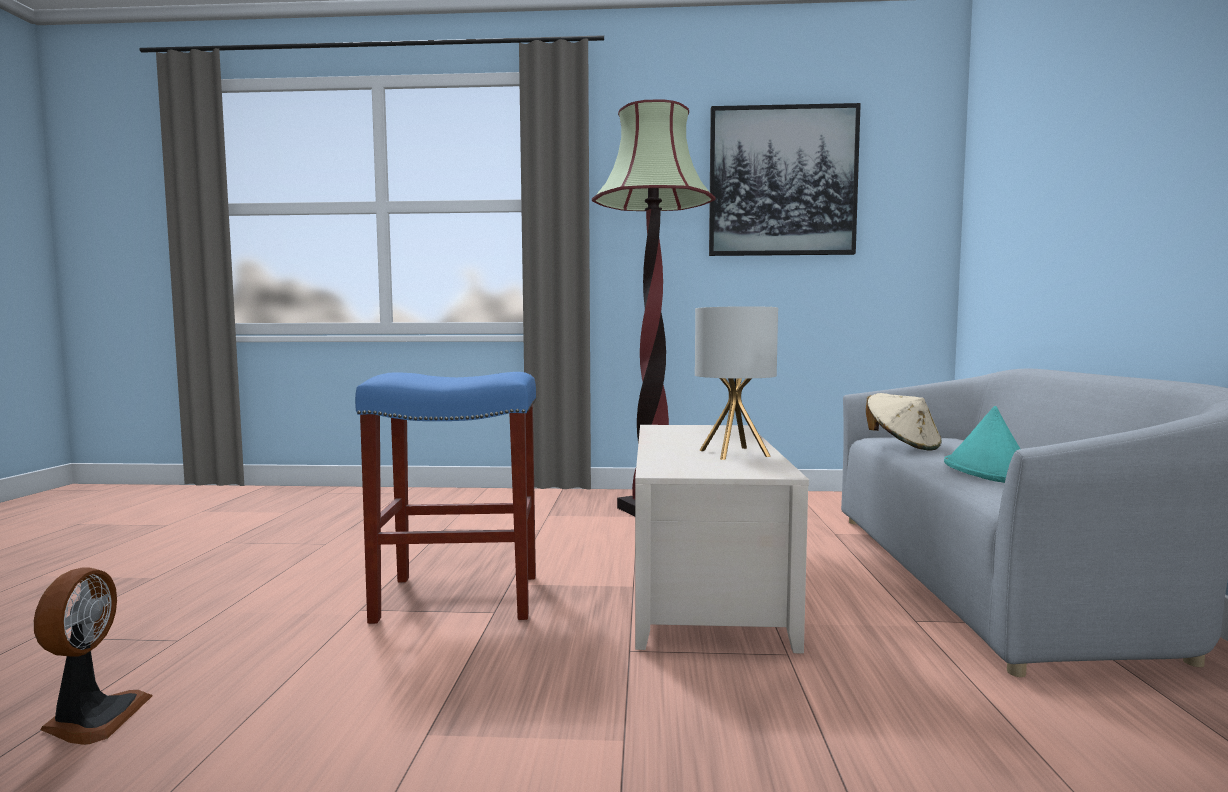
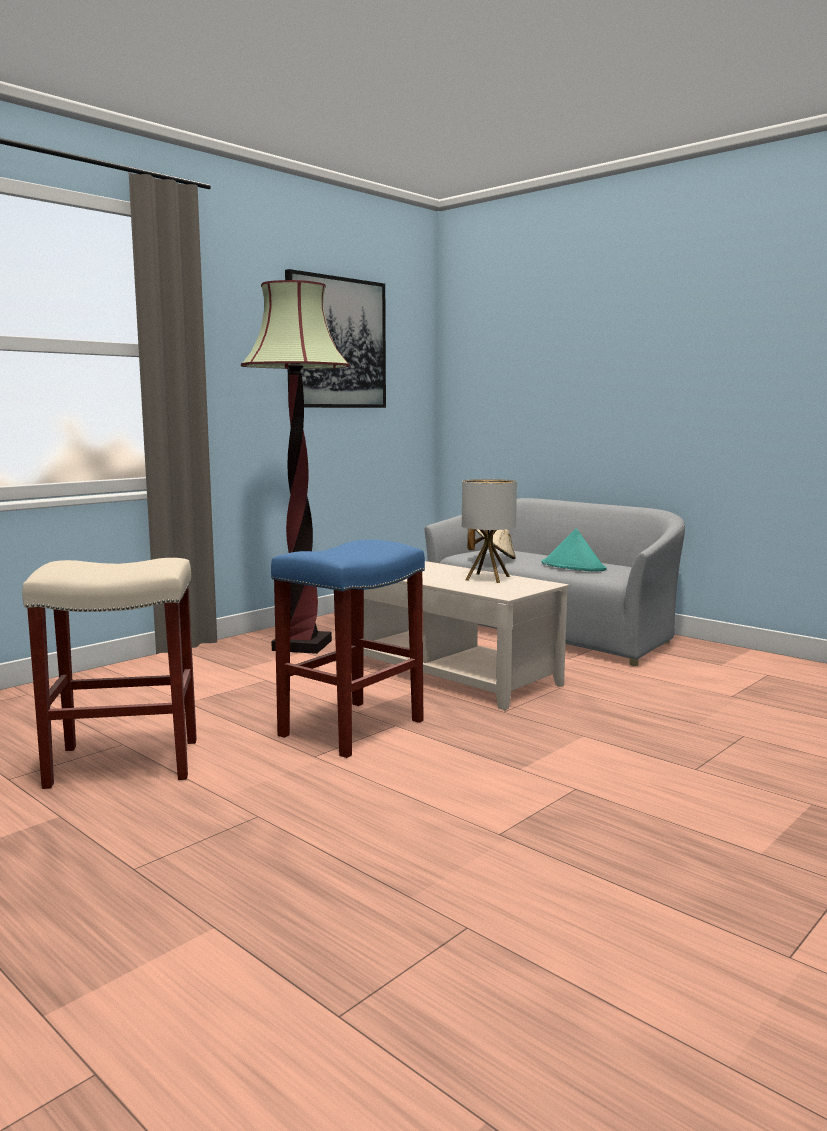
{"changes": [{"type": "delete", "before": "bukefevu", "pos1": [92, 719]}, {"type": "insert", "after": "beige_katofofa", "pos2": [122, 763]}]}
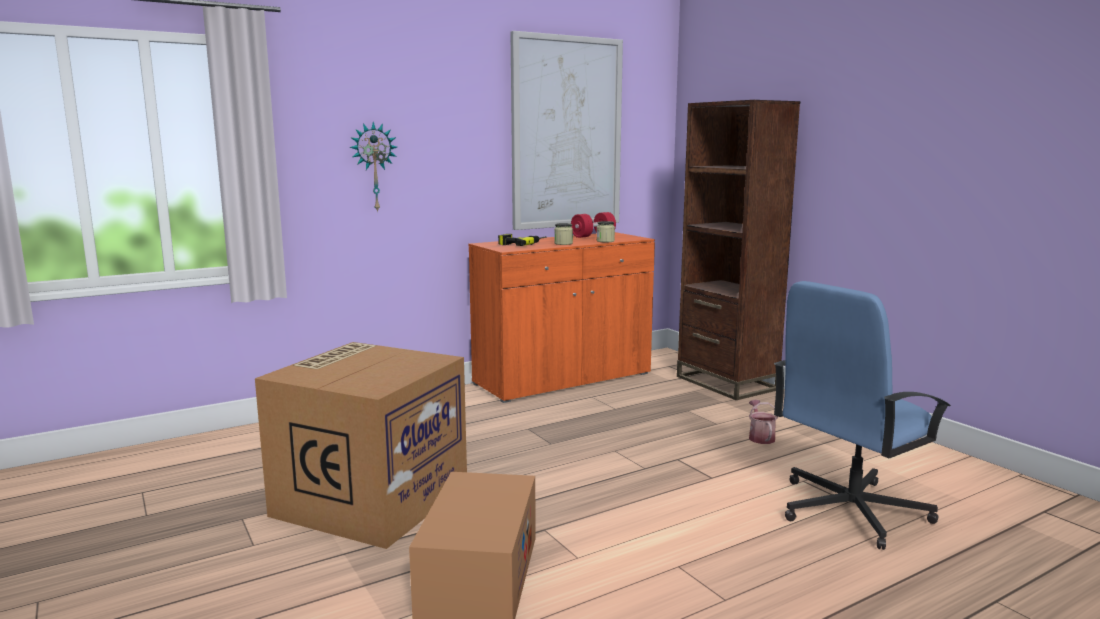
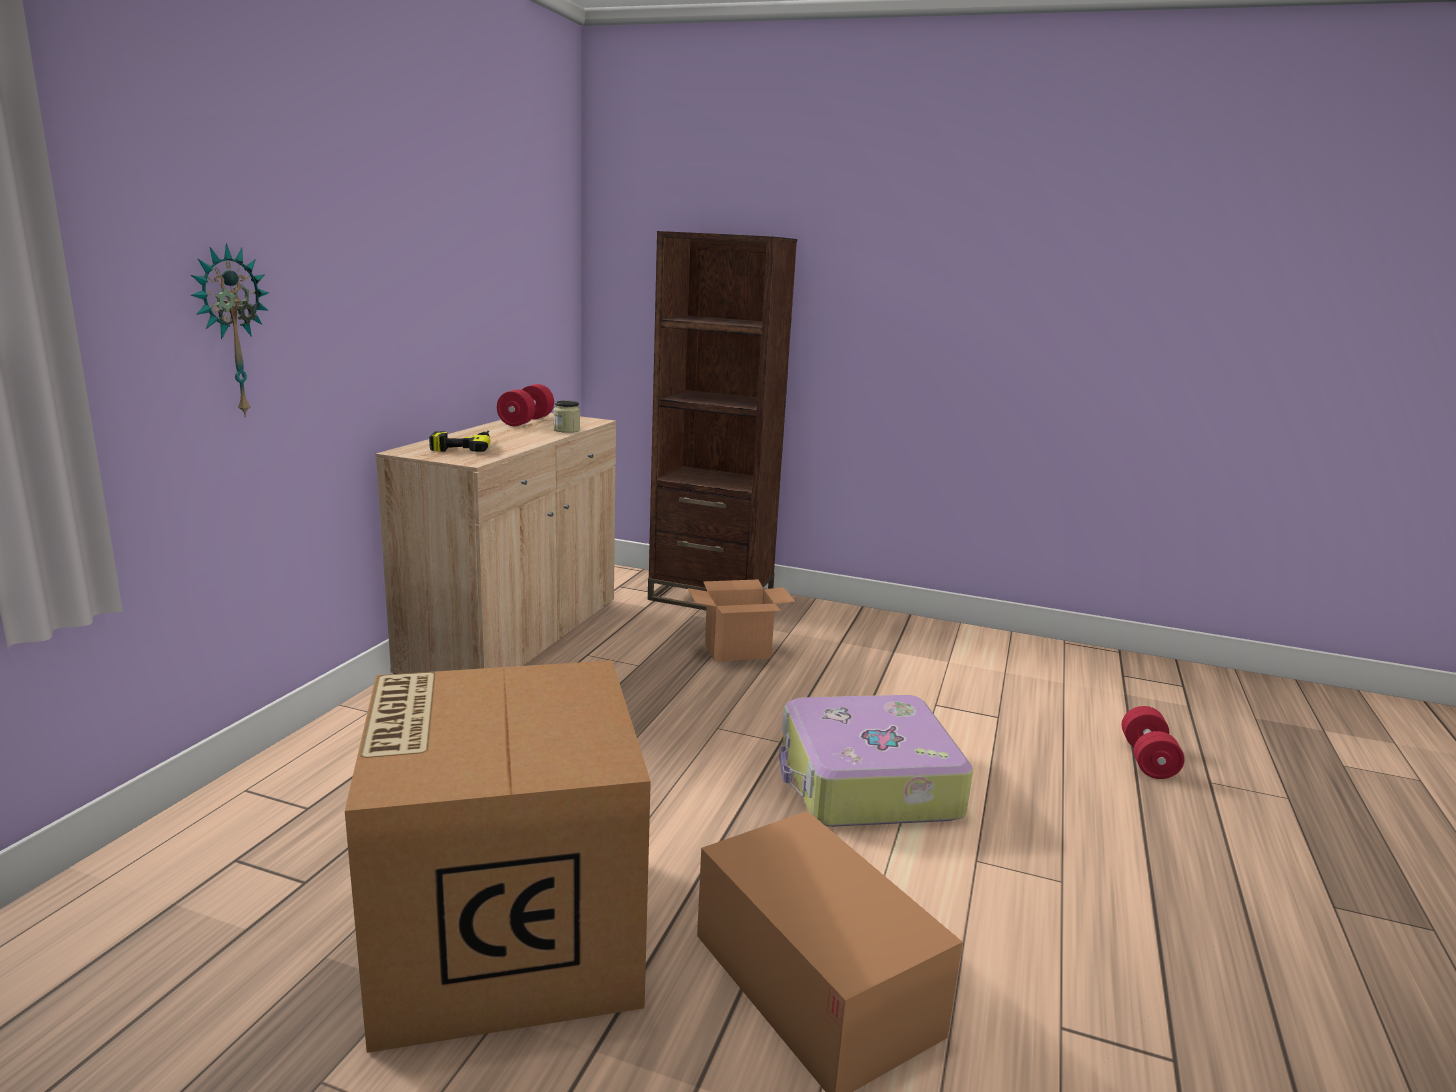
{"changes": [{"type": "delete", "before": "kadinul", "pos1": [566, 133]}, {"type": "delete", "before": "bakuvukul", "pos1": [563, 243]}, {"type": "delete", "before": "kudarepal", "pos1": [760, 437]}, {"type": "delete", "before": "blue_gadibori", "pos1": [849, 510]}, {"type": "insert", "after": "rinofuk", "pos2": [738, 651]}, {"type": "insert", "after": "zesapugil", "pos2": [866, 783]}, {"type": "insert", "after": "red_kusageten", "pos2": [1147, 759]}, {"type": "recolor", "before": "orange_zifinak", "after": "beige_zifinak", "pos1": [563, 379], "pos2": [515, 636]}]}
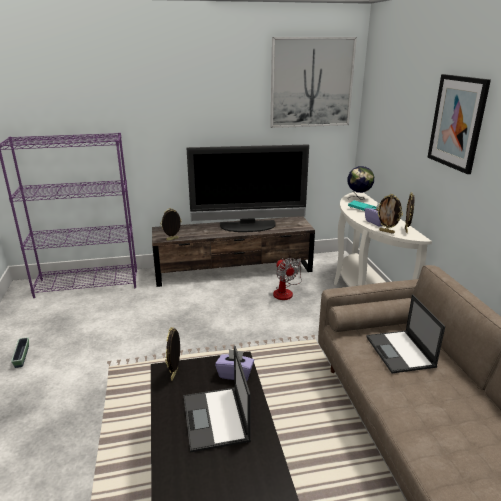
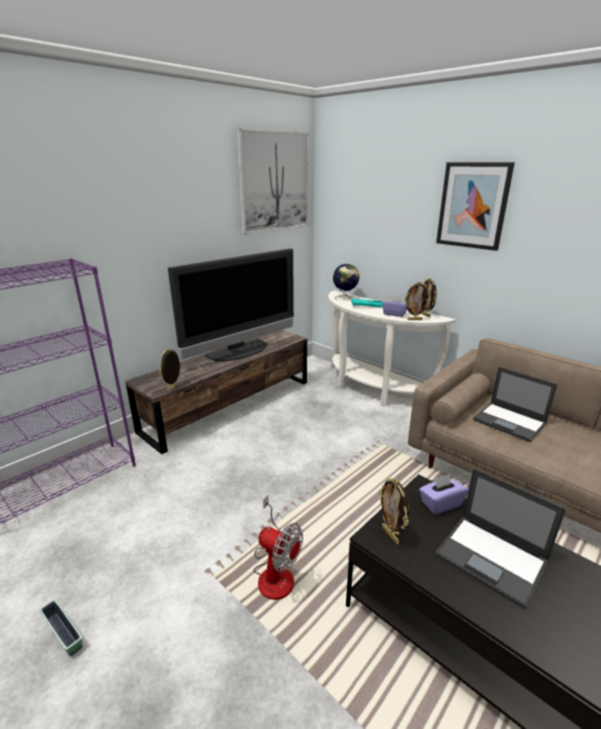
{"changes": [{"type": "move", "before": "bukefevu", "pos1": [286, 291], "pos2": [274, 571]}]}
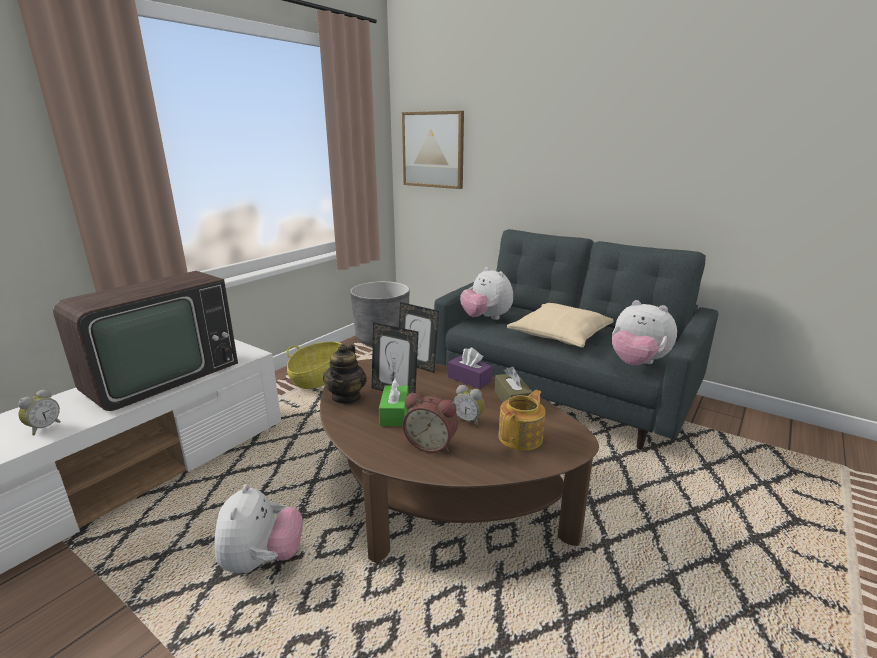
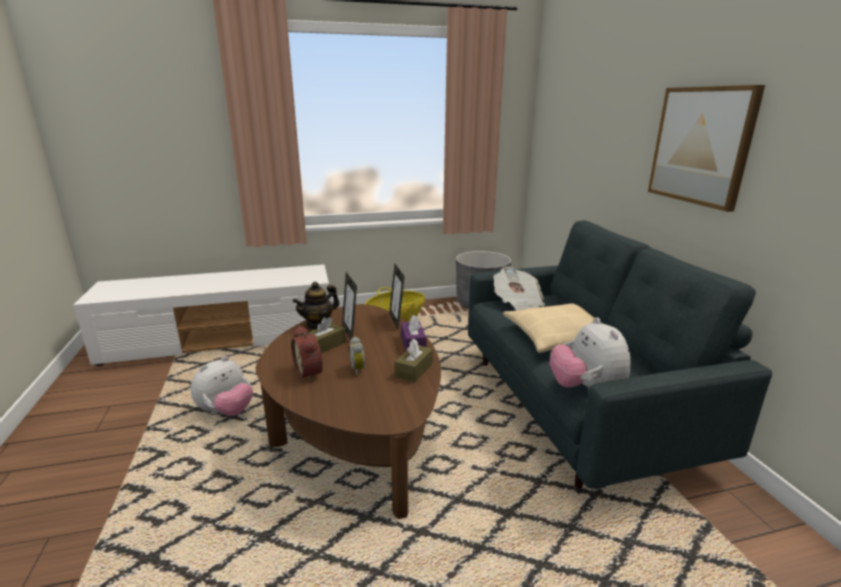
{"changes": [{"type": "delete", "before": "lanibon", "pos1": [43, 428]}, {"type": "delete", "before": "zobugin", "pos1": [158, 376]}, {"type": "delete", "before": "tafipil", "pos1": [521, 437]}, {"type": "move", "before": "kadinul", "pos1": [433, 150], "pos2": [701, 145]}, {"type": "replace", "before": "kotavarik", "after": "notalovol", "pos1": [486, 318], "pos2": [517, 304]}, {"type": "recolor", "before": "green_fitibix", "after": "brown_fitibix", "pos1": [394, 413], "pos2": [325, 345]}]}
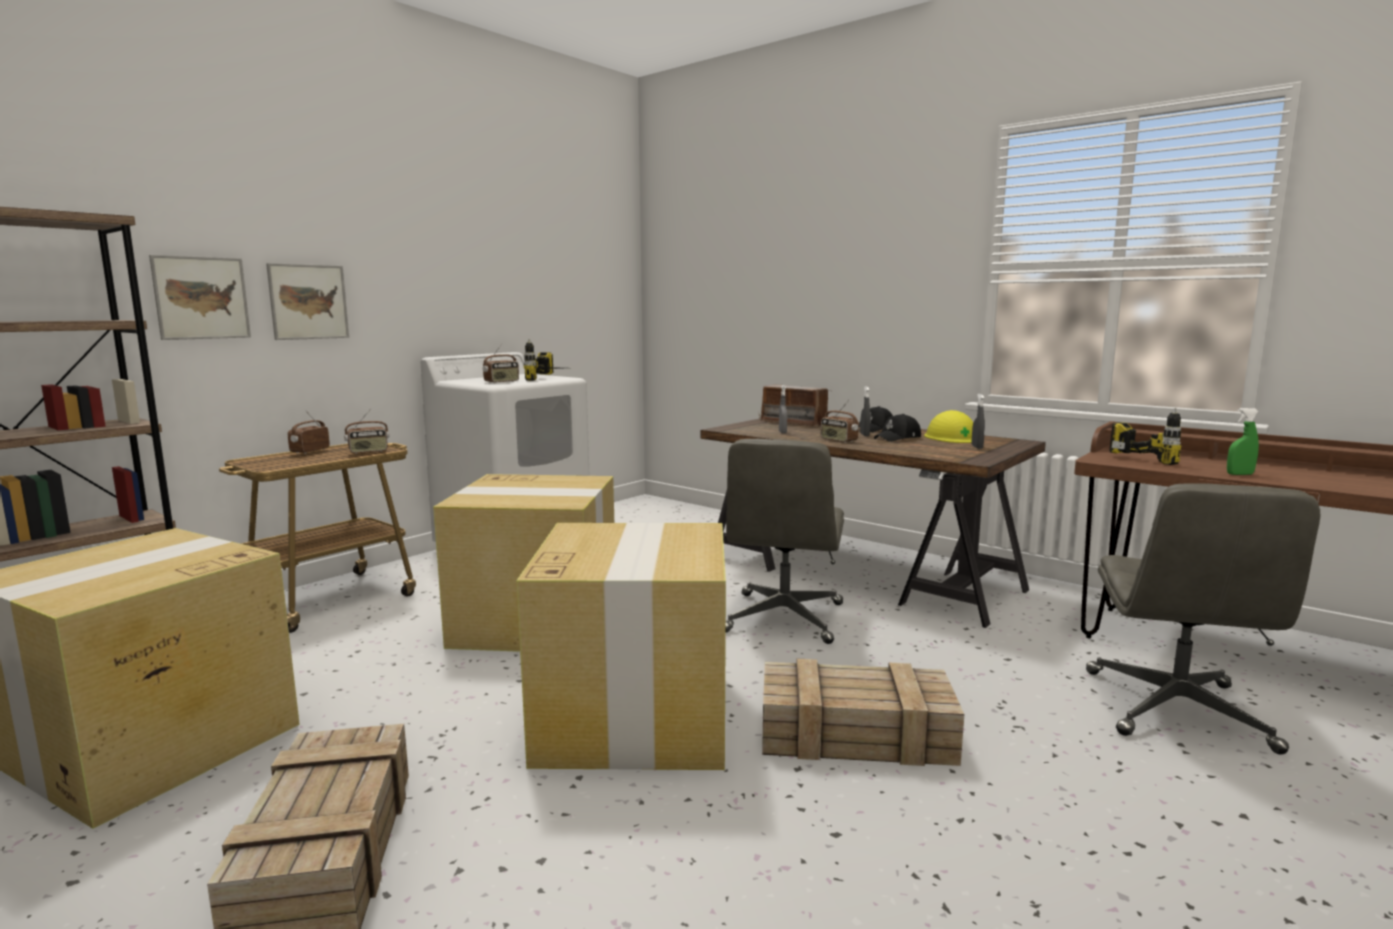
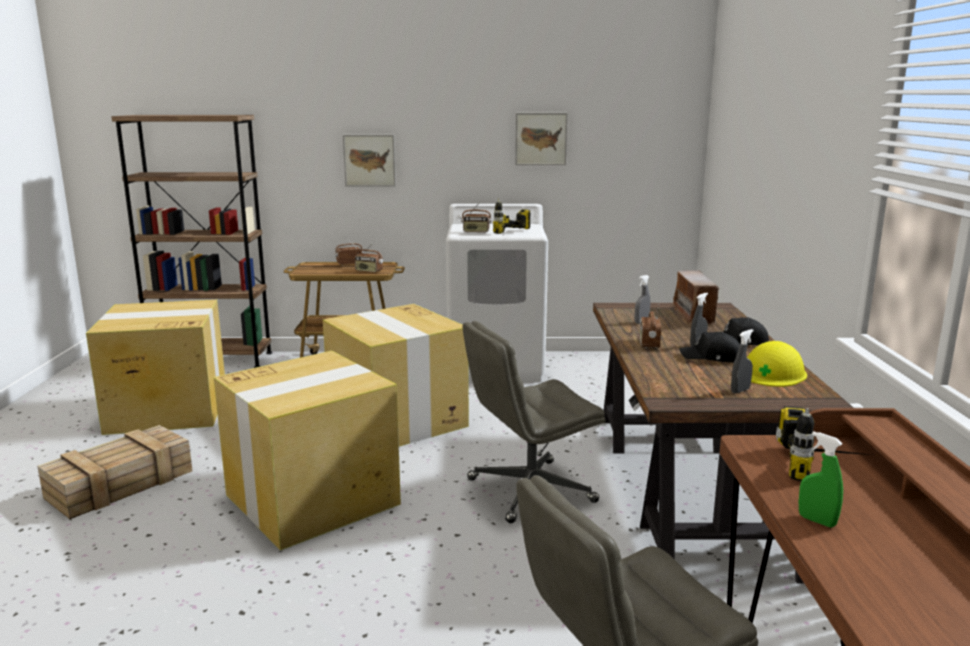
{"changes": [{"type": "delete", "before": "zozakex", "pos1": [858, 734]}, {"type": "move", "before": "kadinul", "pos1": [201, 298], "pos2": [541, 139]}]}
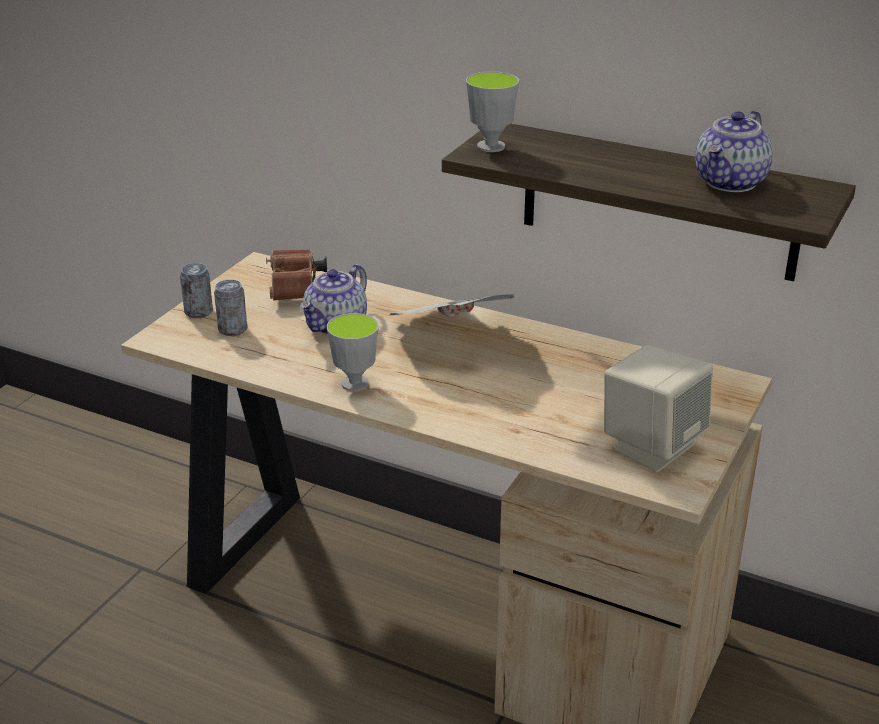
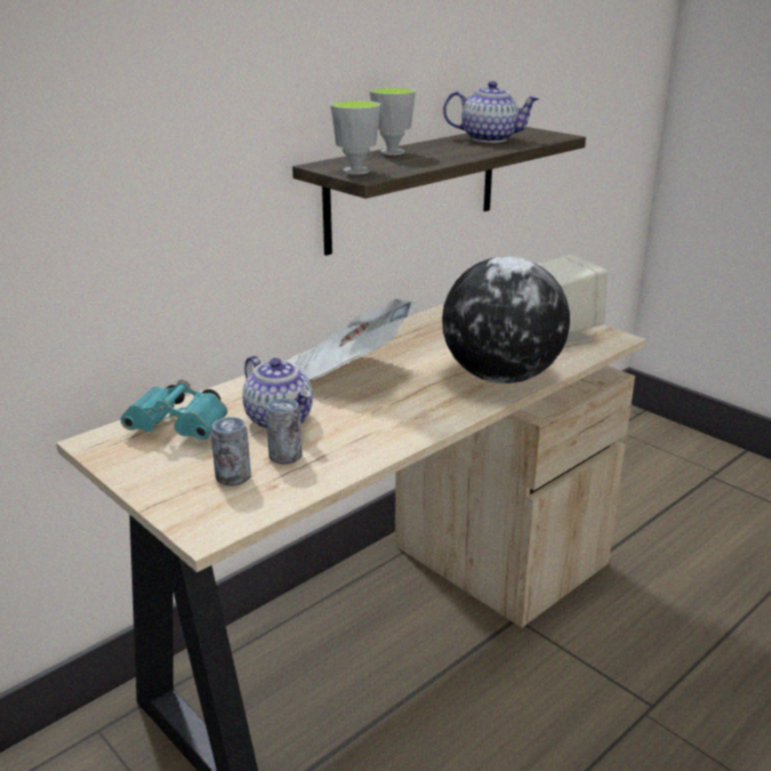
{"changes": [{"type": "insert", "after": "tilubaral", "pos2": [501, 376]}, {"type": "move", "before": "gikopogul", "pos1": [198, 312], "pos2": [285, 456]}, {"type": "move", "before": "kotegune", "pos1": [355, 384], "pos2": [392, 152]}, {"type": "recolor", "before": "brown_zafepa", "after": "turquoise_zafepa", "pos1": [297, 290], "pos2": [181, 429]}, {"type": "rotate", "before": "tafipil", "pos1": [731, 183], "pos2": [489, 139], "turn": -45}]}
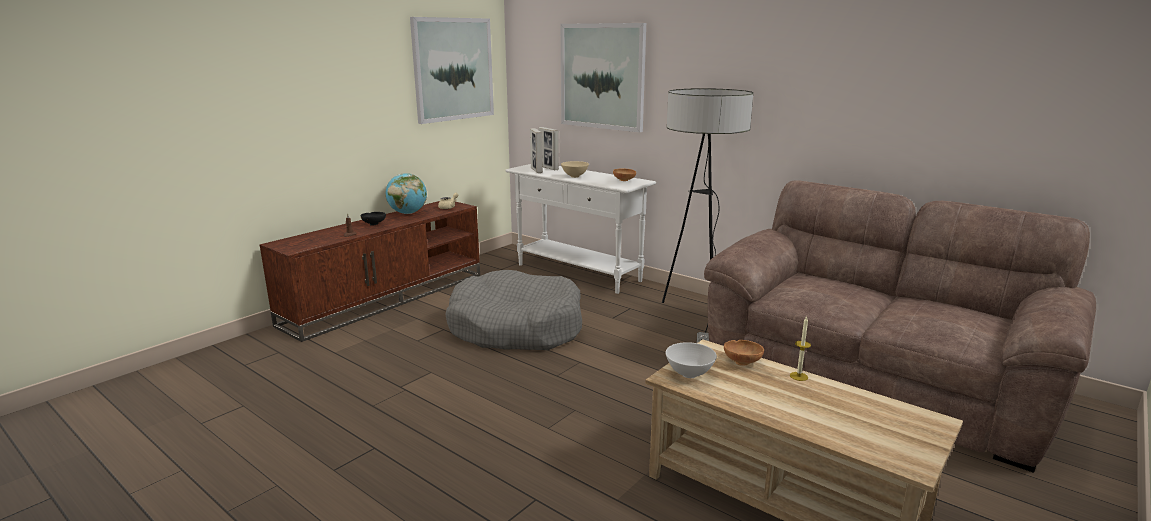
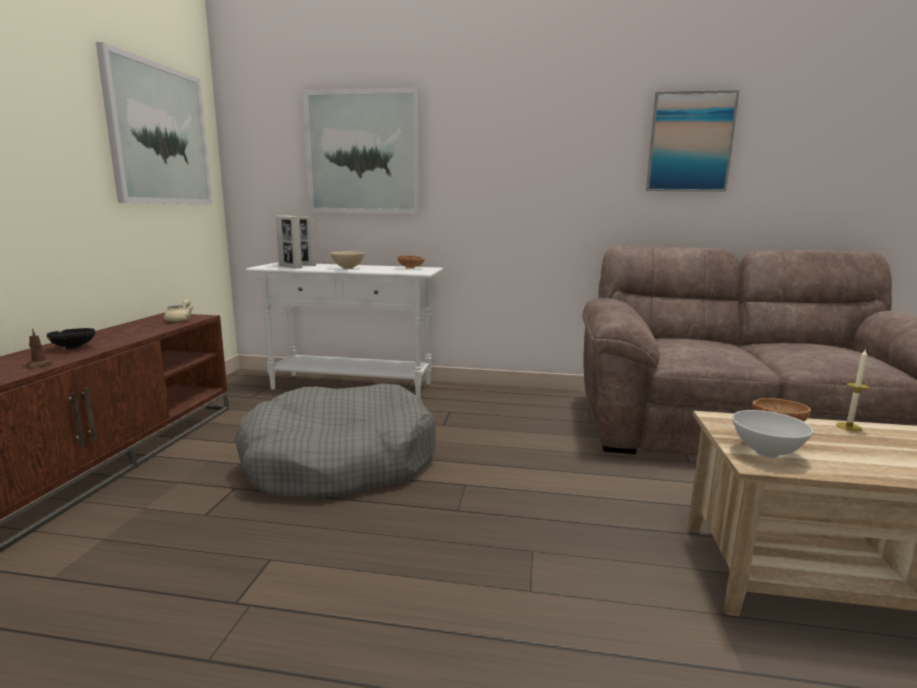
{"changes": [{"type": "delete", "before": "tilubaral", "pos1": [408, 213]}, {"type": "delete", "before": "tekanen", "pos1": [696, 311]}, {"type": "insert", "after": "kadinul", "pos2": [690, 142]}]}
